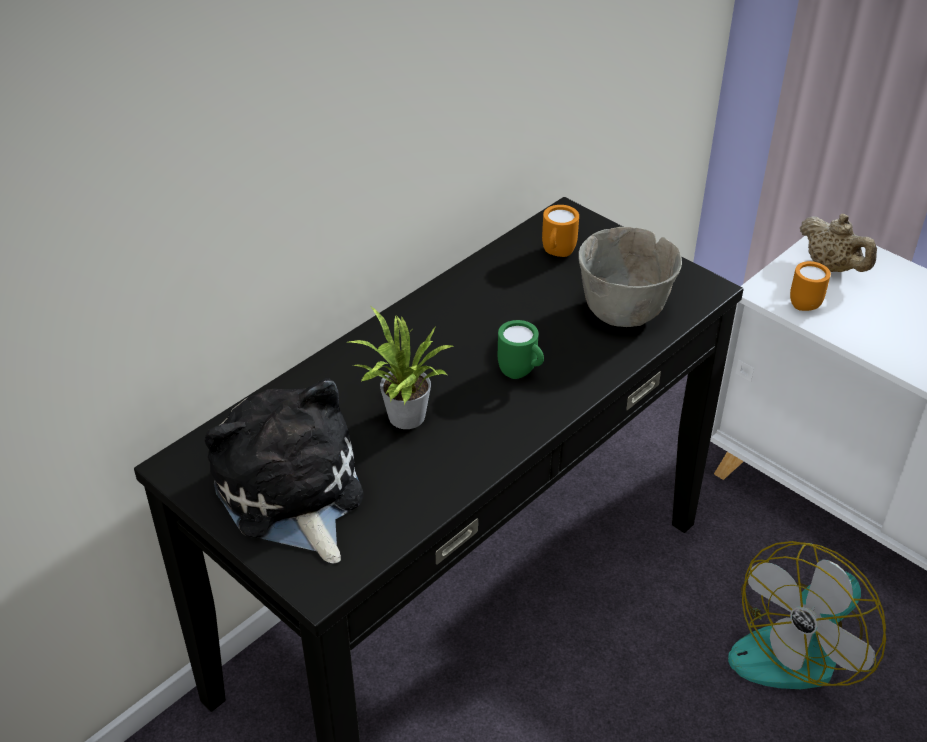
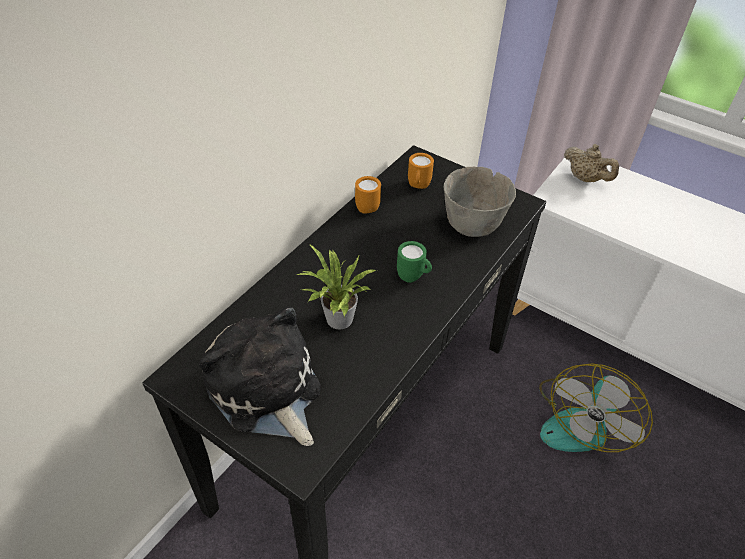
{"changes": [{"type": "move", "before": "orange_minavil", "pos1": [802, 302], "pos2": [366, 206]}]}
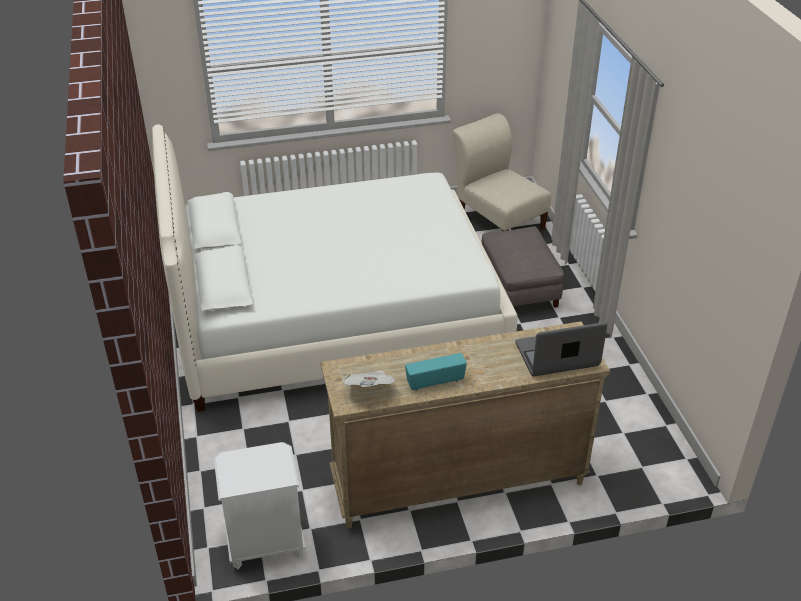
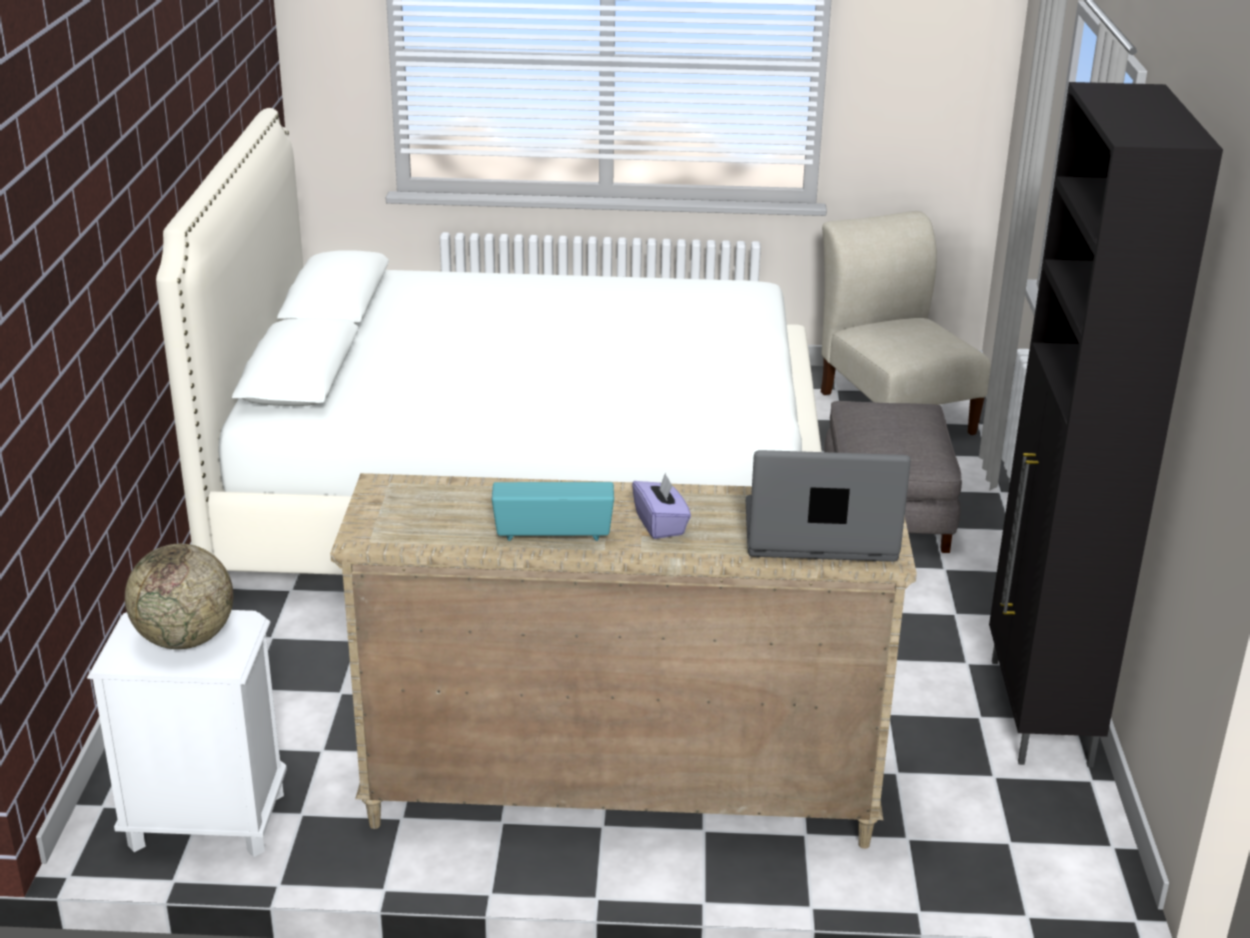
{"changes": [{"type": "delete", "before": "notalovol", "pos1": [370, 389]}, {"type": "insert", "after": "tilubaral", "pos2": [185, 639]}, {"type": "insert", "after": "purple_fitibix", "pos2": [661, 524]}, {"type": "insert", "after": "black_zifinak", "pos2": [1039, 713]}]}
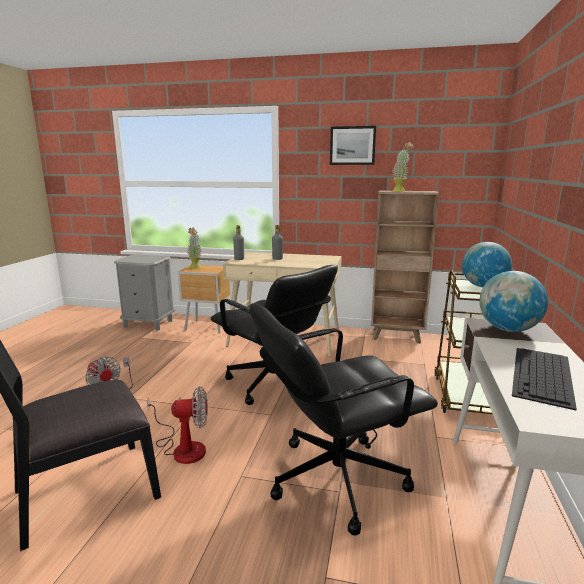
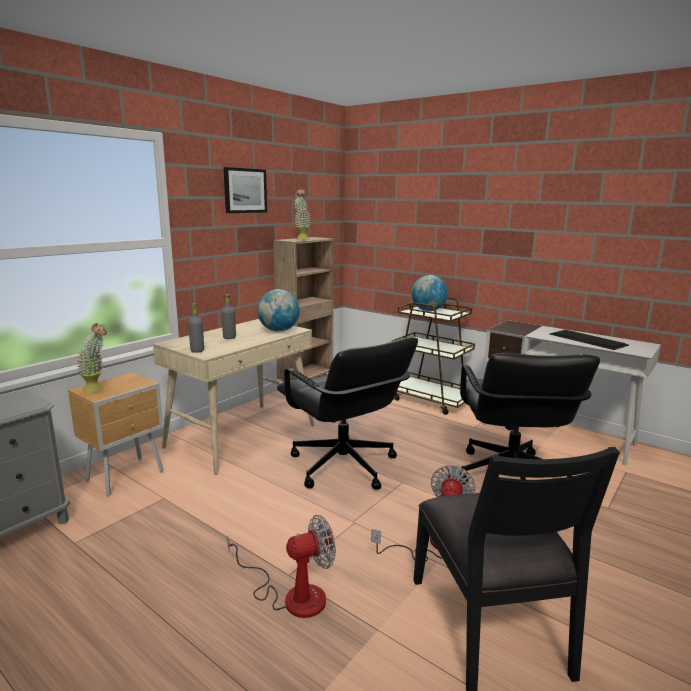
{"changes": [{"type": "move", "before": "tilubaral", "pos1": [508, 329], "pos2": [279, 330]}, {"type": "rotate", "before": "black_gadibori", "pos1": [274, 383], "pos2": [343, 466], "turn": 75}]}
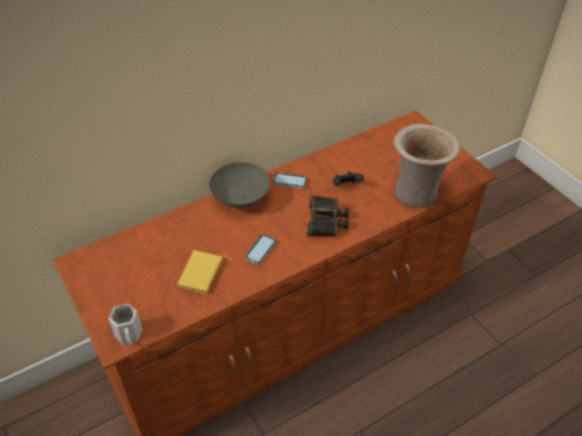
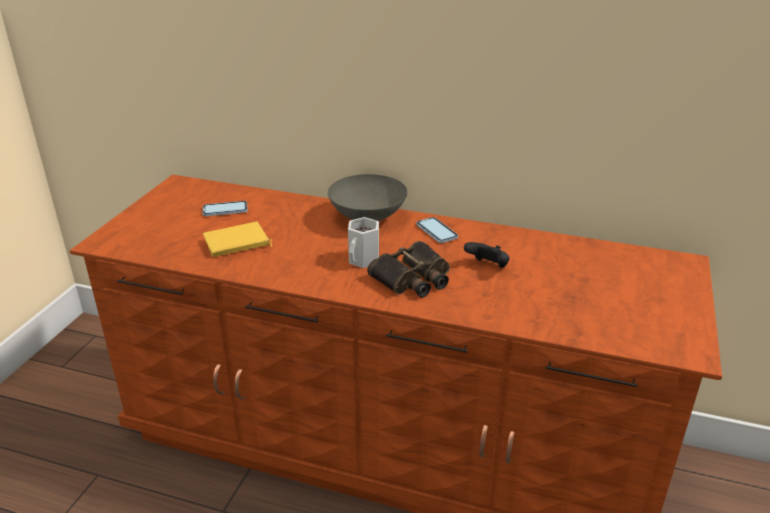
{"changes": [{"type": "delete", "before": "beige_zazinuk", "pos1": [416, 193]}, {"type": "move", "before": "white_minavil", "pos1": [129, 334], "pos2": [364, 260]}, {"type": "move", "before": "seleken", "pos1": [261, 250], "pos2": [225, 210]}]}
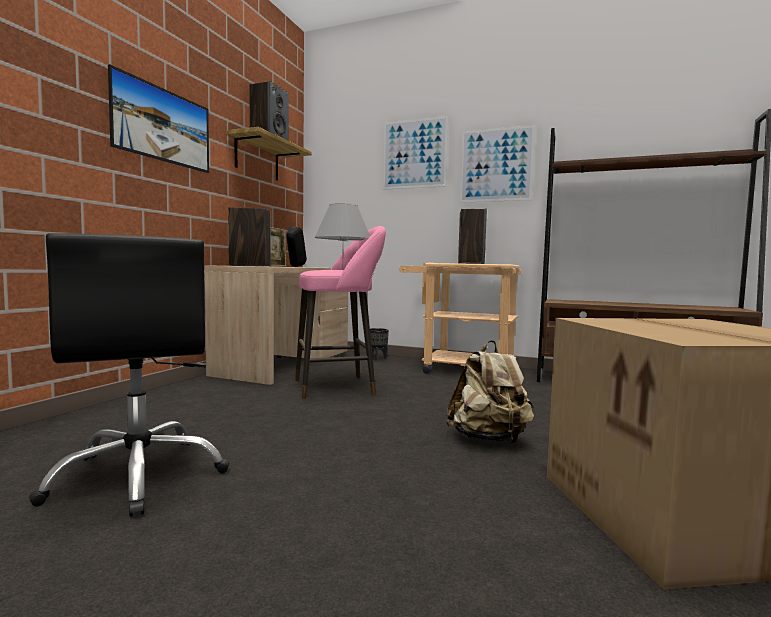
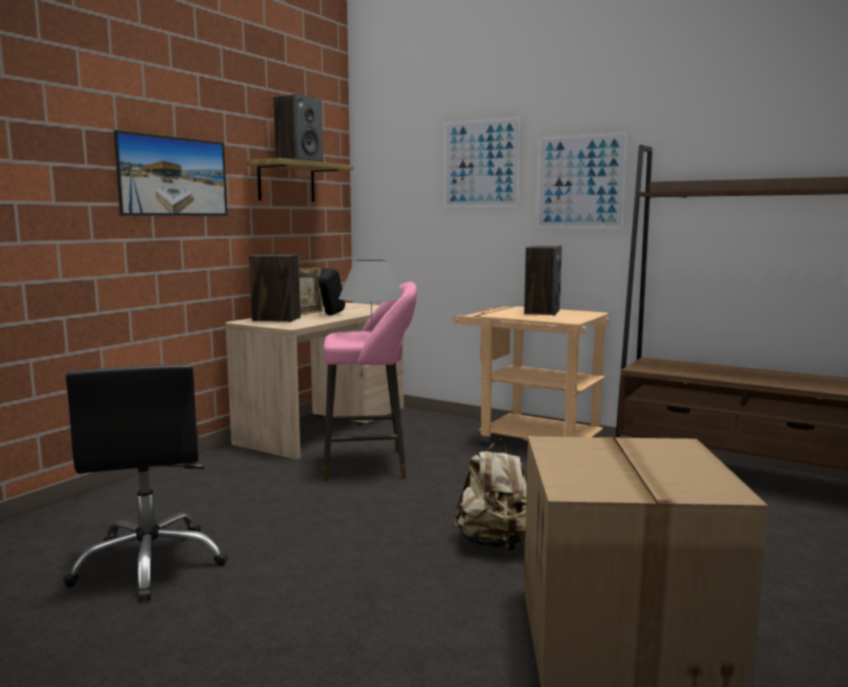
{"changes": [{"type": "delete", "before": "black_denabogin", "pos1": [377, 358]}]}
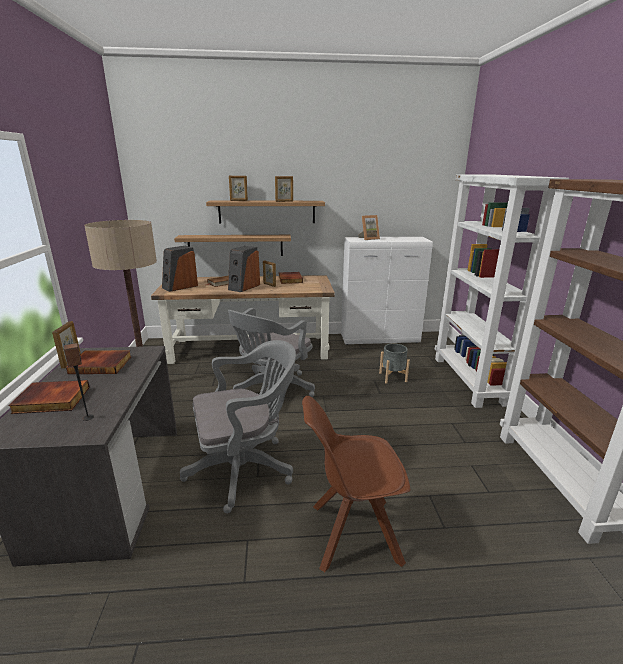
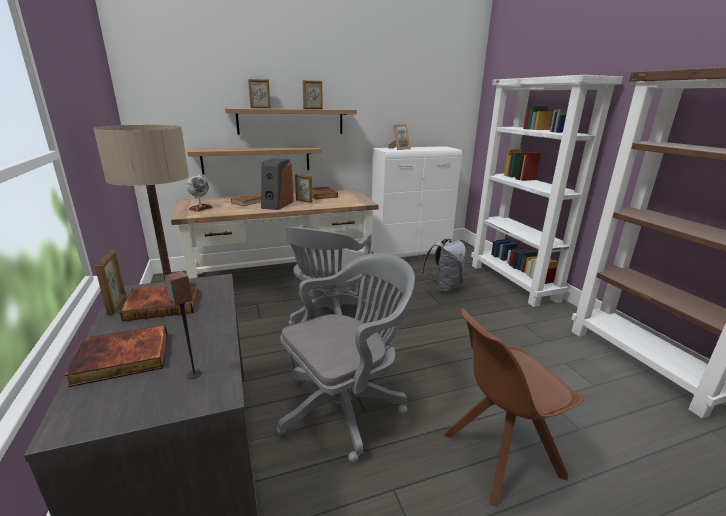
{"changes": [{"type": "replace", "before": "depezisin", "after": "tilubaral", "pos1": [180, 287], "pos2": [201, 208]}, {"type": "replace", "before": "grey_denabogin", "after": "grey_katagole", "pos1": [392, 377], "pos2": [443, 287]}]}
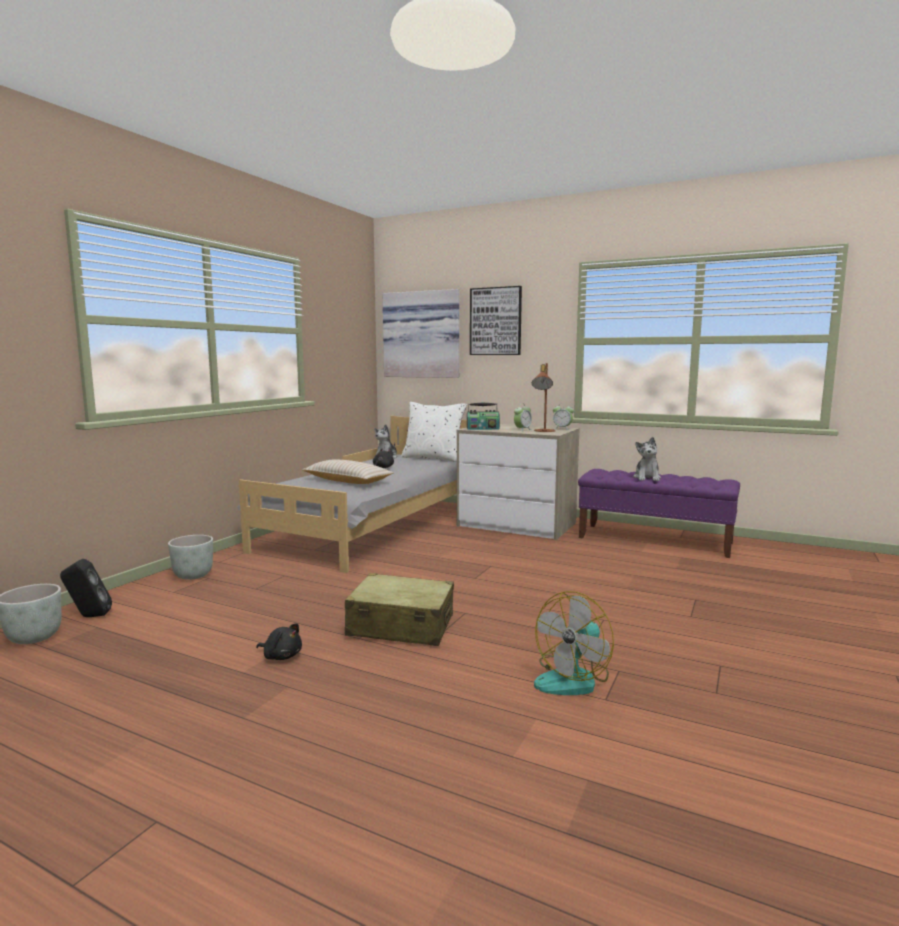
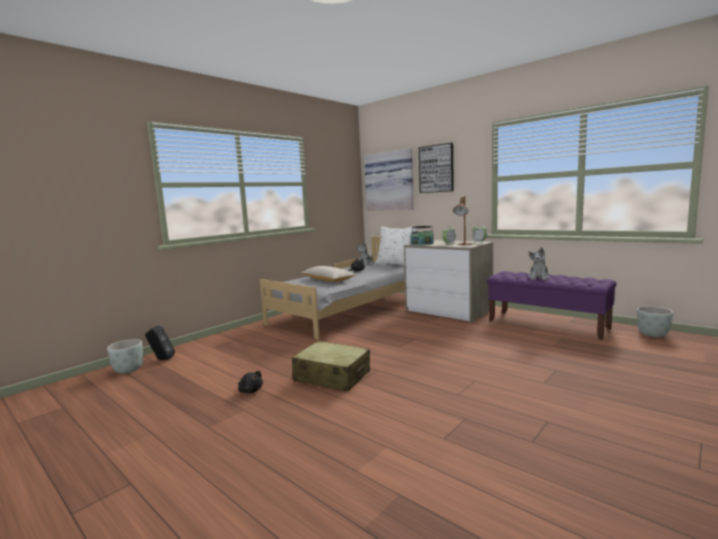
{"changes": [{"type": "delete", "before": "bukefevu", "pos1": [573, 679]}, {"type": "move", "before": "grey_denabogin", "pos1": [194, 576], "pos2": [653, 335]}]}
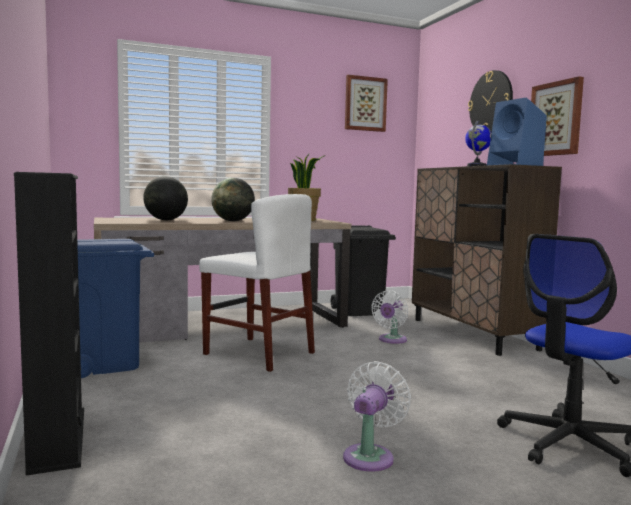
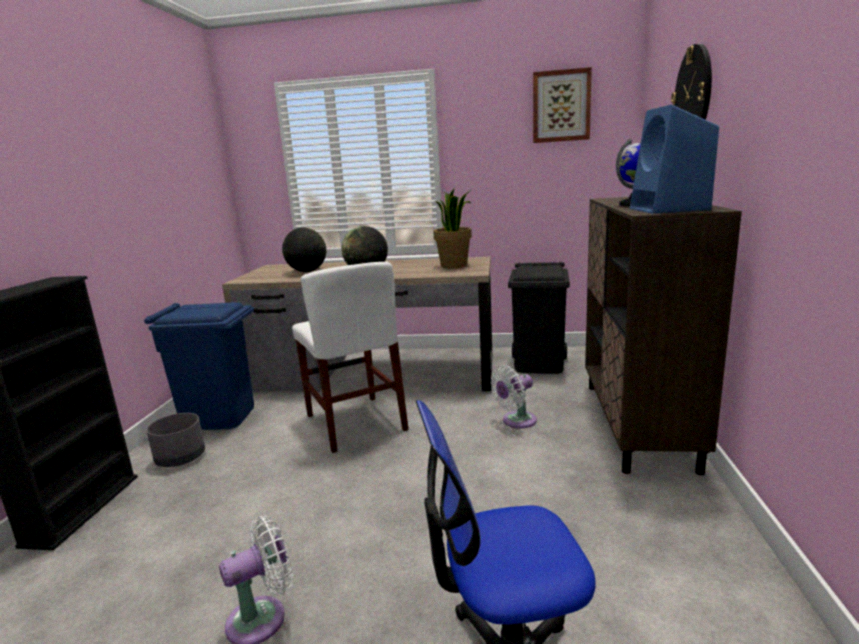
{"changes": [{"type": "delete", "before": "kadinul", "pos1": [556, 119]}, {"type": "insert", "after": "grey_denabogin", "pos2": [181, 457]}]}
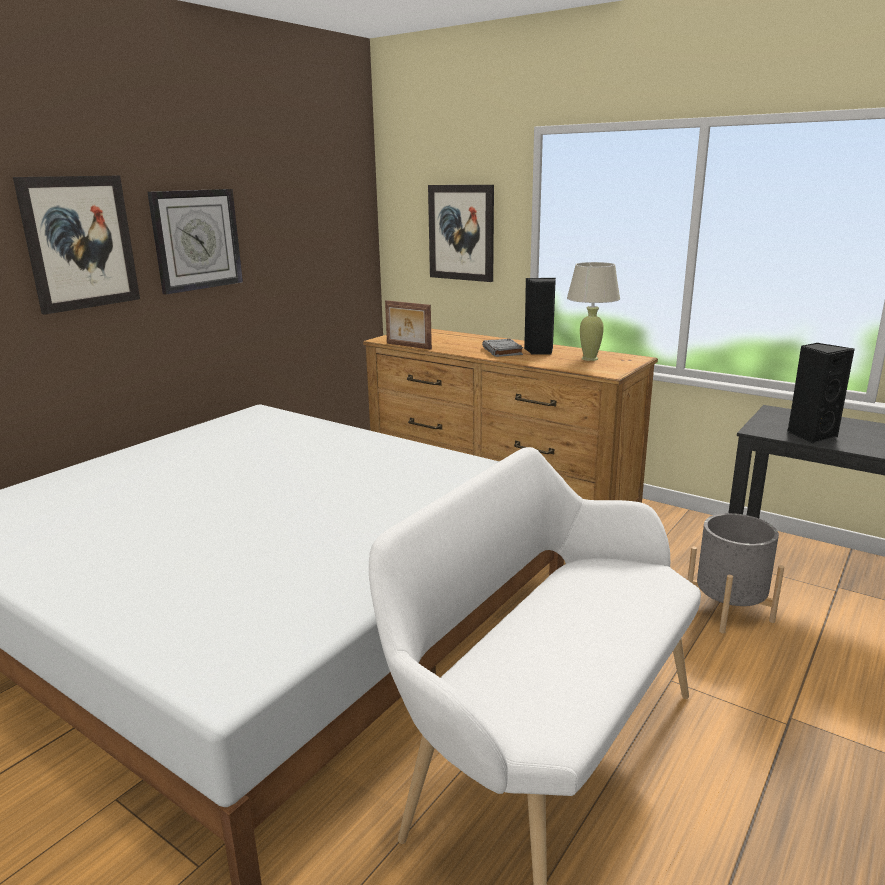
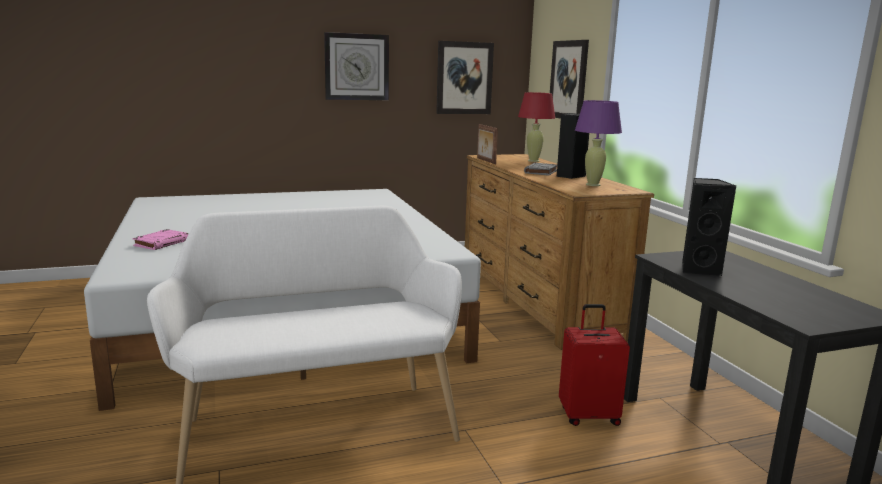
{"changes": [{"type": "insert", "after": "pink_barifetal", "pos2": [162, 243]}, {"type": "insert", "after": "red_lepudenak", "pos2": [533, 161]}, {"type": "move", "before": "kadinul", "pos1": [80, 243], "pos2": [464, 78]}, {"type": "replace", "before": "grey_denabogin", "after": "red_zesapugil", "pos1": [728, 610], "pos2": [588, 416]}, {"type": "recolor", "before": "beige_lepudenak", "after": "purple_lepudenak", "pos1": [590, 358], "pos2": [593, 184]}]}
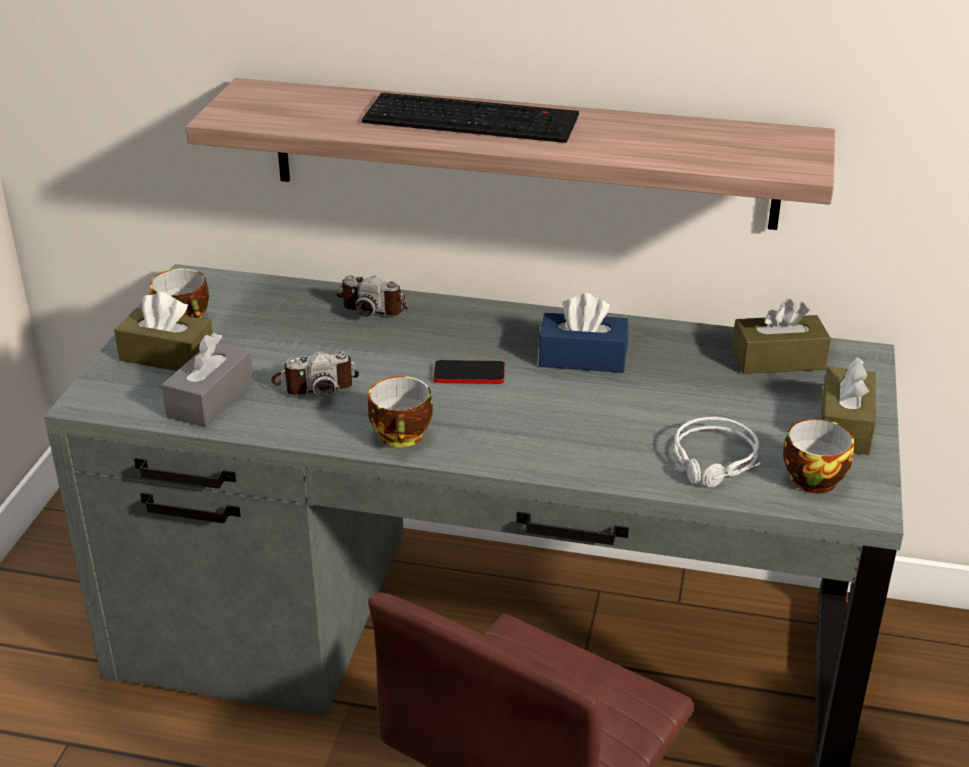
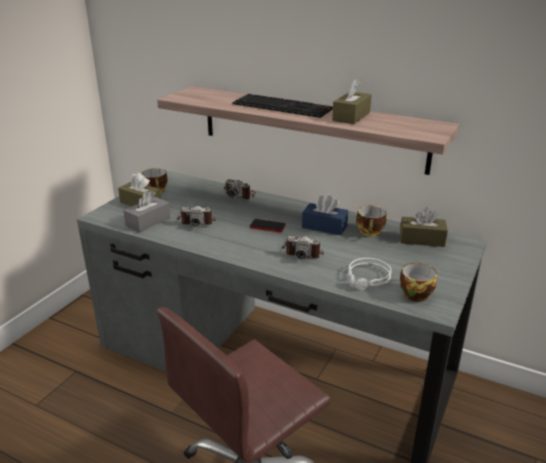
{"changes": [{"type": "insert", "after": "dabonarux", "pos2": [303, 252]}, {"type": "move", "before": "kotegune", "pos1": [403, 436], "pos2": [370, 233]}, {"type": "move", "before": "brown_fitibix", "pos1": [844, 426], "pos2": [351, 116]}]}
